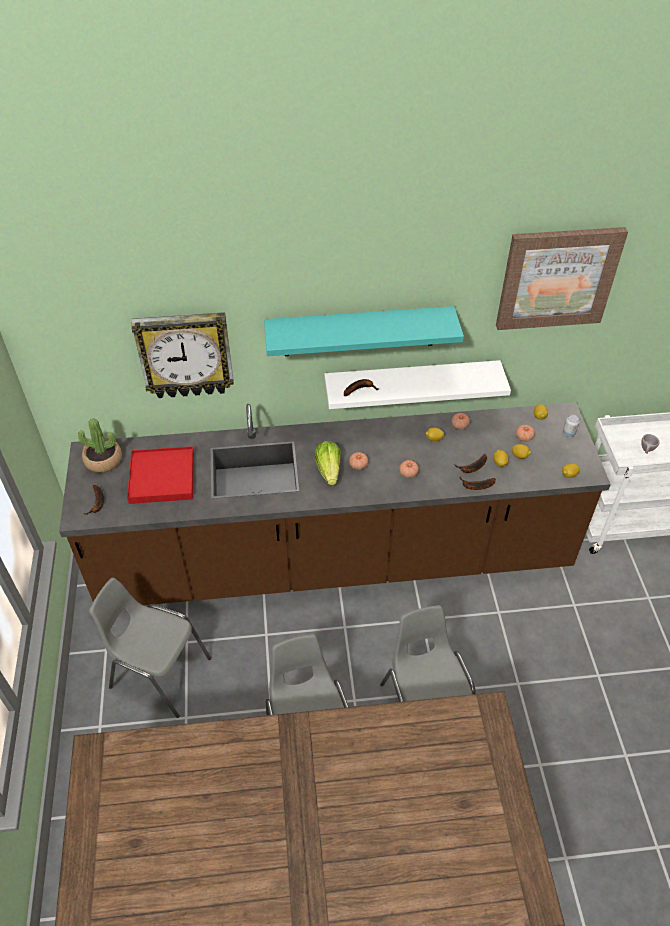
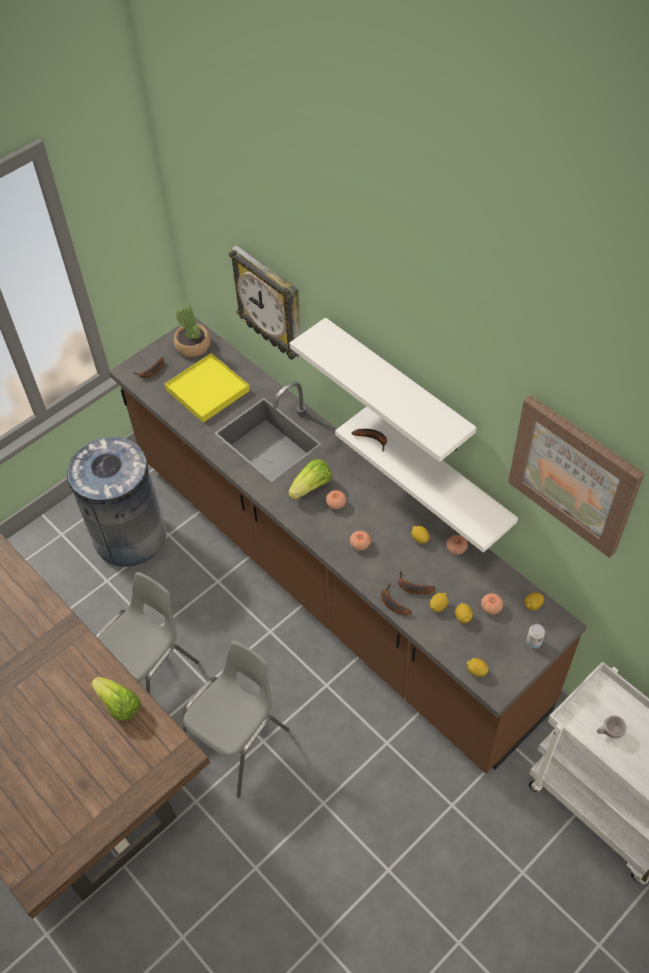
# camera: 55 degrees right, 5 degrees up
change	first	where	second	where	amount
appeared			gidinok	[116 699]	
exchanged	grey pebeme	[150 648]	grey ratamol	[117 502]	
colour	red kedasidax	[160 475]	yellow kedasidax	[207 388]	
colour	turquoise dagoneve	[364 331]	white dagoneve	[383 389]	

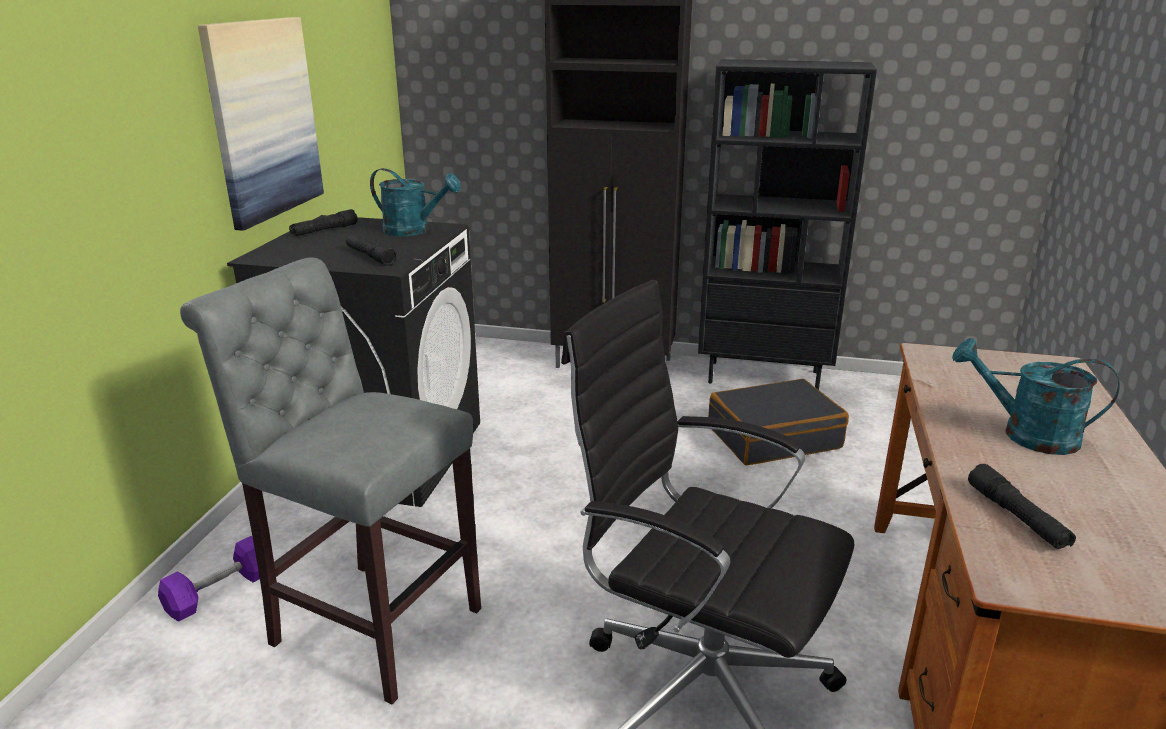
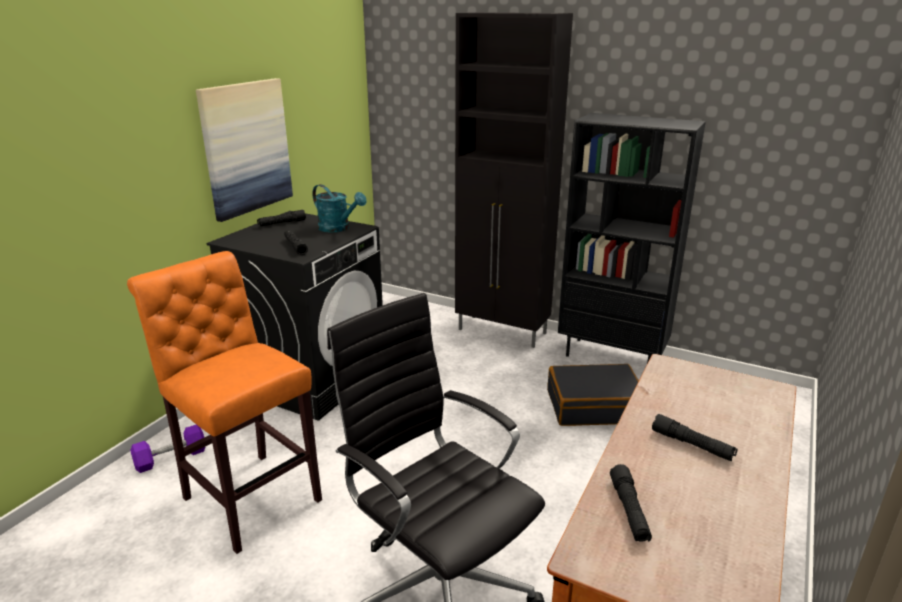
# camera: 15 degrees right, 0 degrees up
change	first	where	second	where	amount
exchanged	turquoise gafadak	[1036 396]	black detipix	[694 437]	
colour	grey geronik	[330 480]	orange geronik	[224 402]	

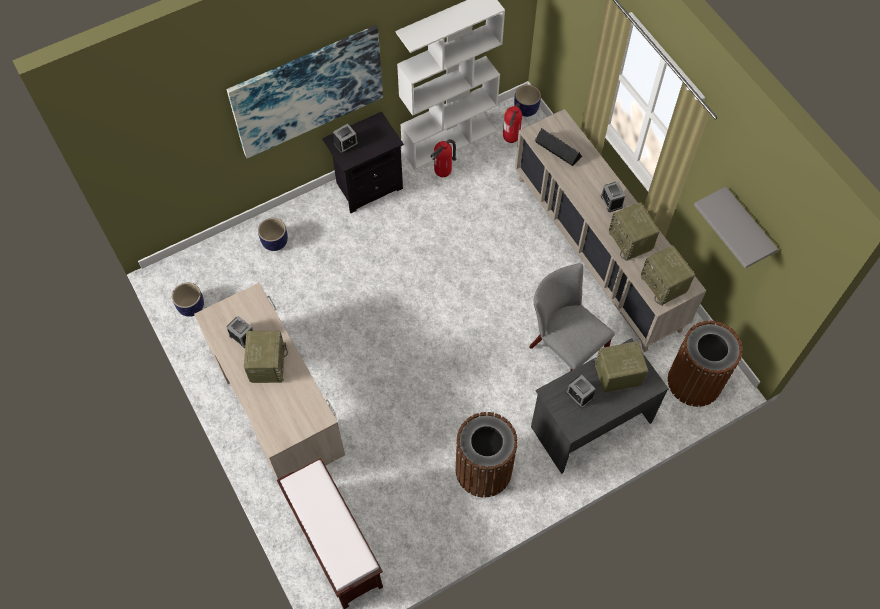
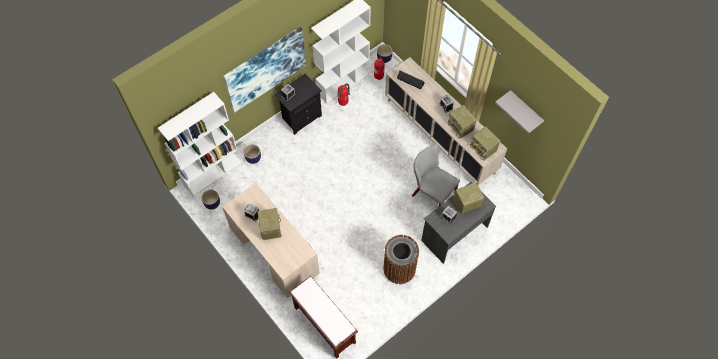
# camera: 10 degrees left, 0 degrees up
change	first	where	second	where	amount
missing	brown ratamol	[705 363]			
appeared			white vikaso	[199 144]	

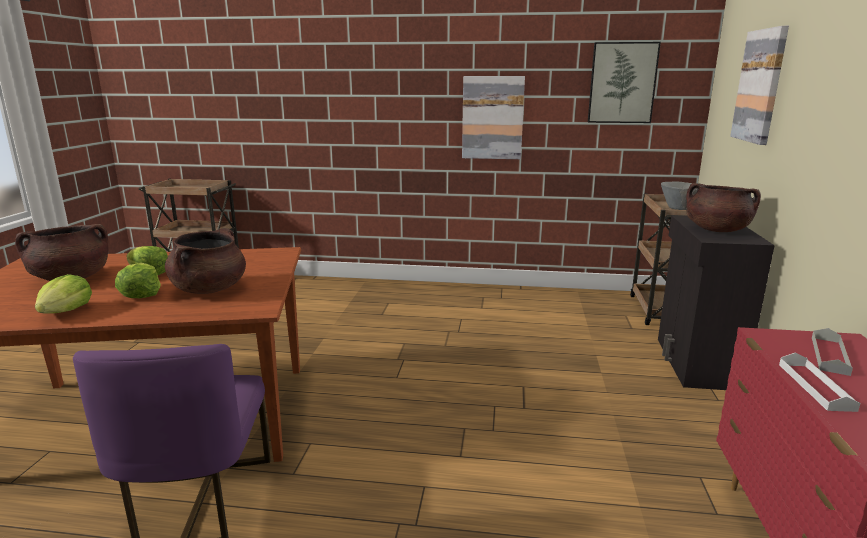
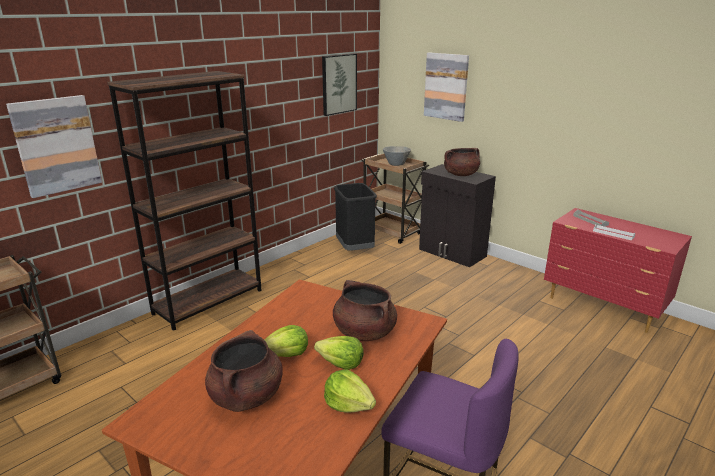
# camera: 55 degrees left, 5 degrees up
change	first	where	second	where	amount
appeared			brown vikaso	[184 201]	
appeared			black ratamol	[355 217]	
relocated	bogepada	[493 117]		[54 146]	

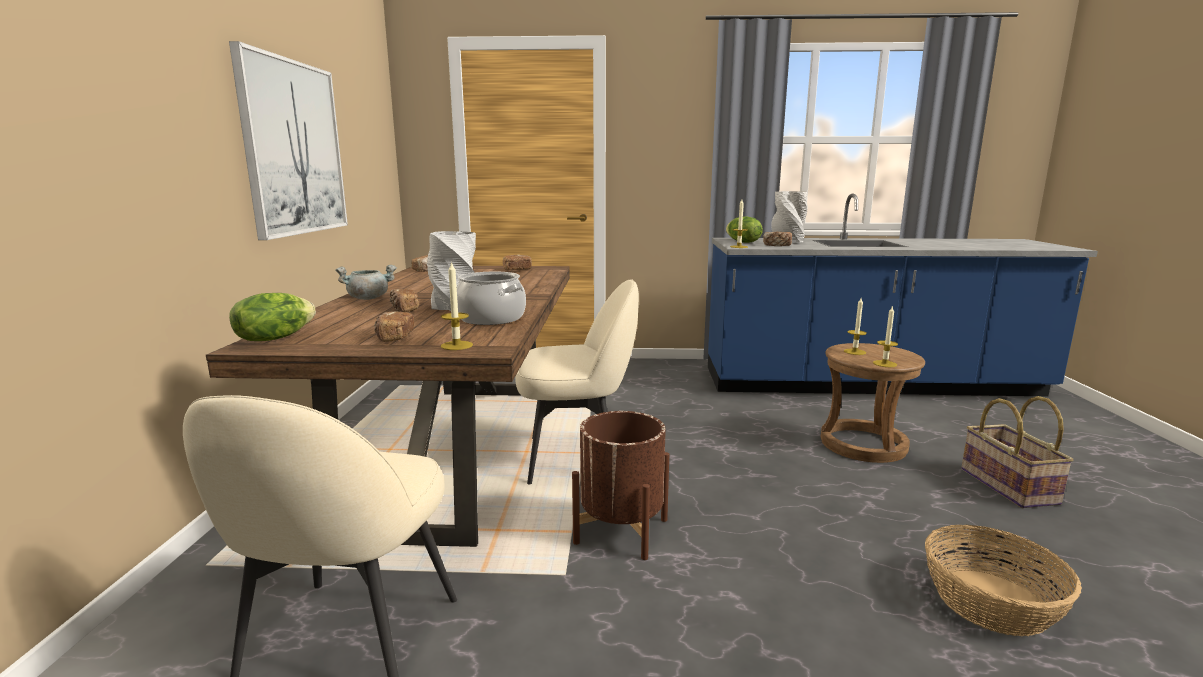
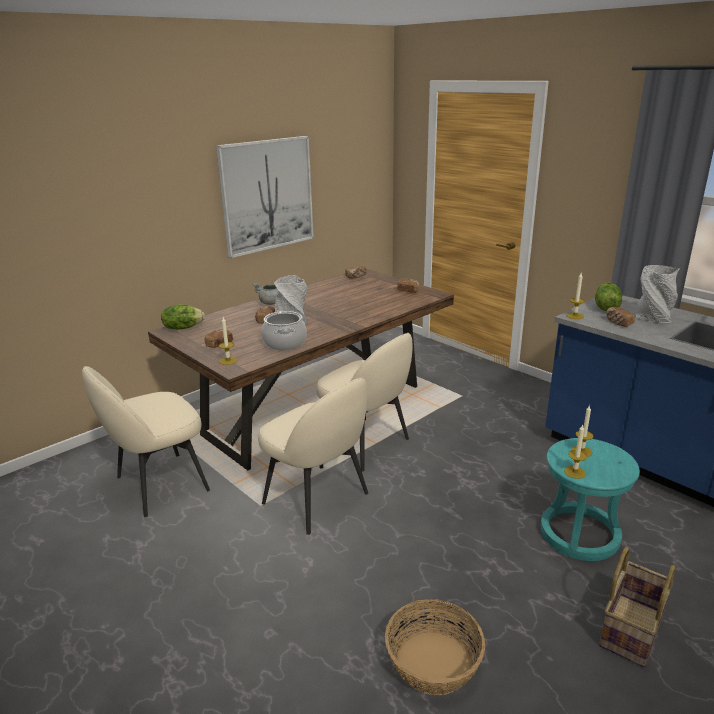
# camera: 45 degrees right, 10 degrees up
change	first	where	second	where	amount
exchanged	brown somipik	[620 485]	beige pebeme	[313 456]	
colour	brown geronik	[873 403]	turquoise geronik	[590 499]	

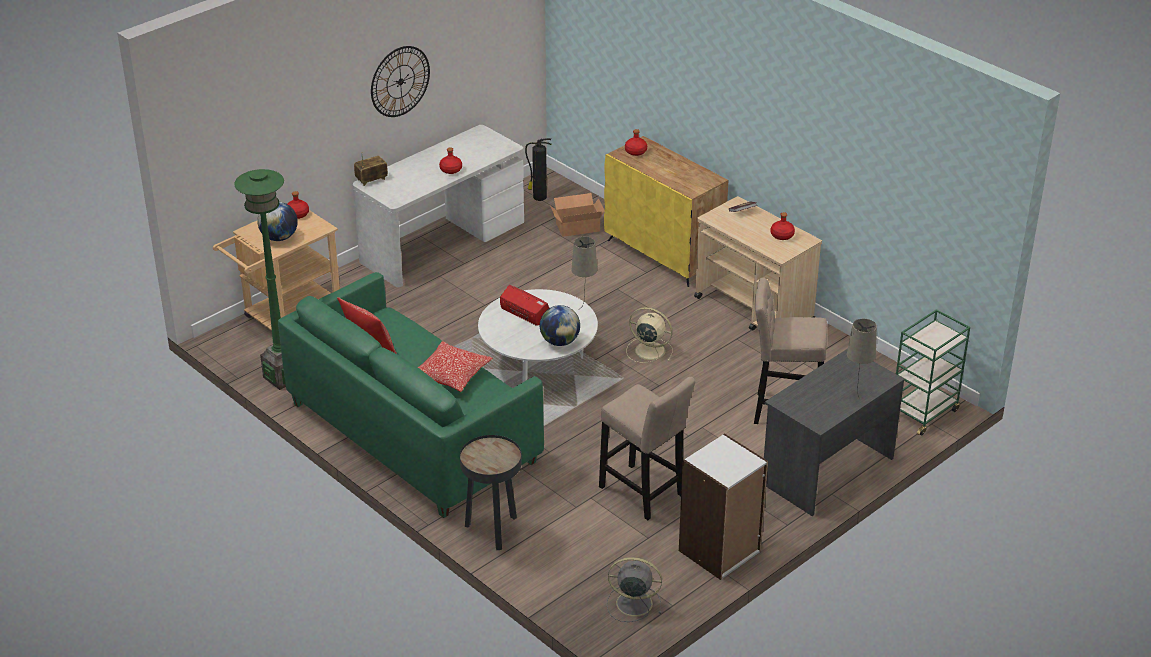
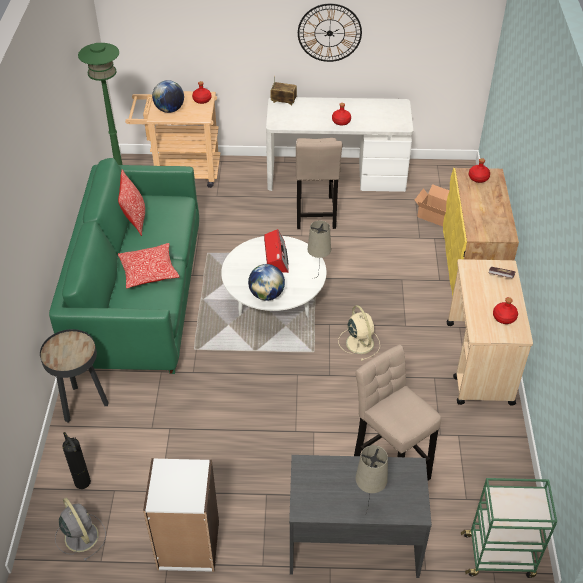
# camera: 45 degrees right, 10 degrees up
change	first	where	second	where	amount
relocated	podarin	[538 169]		[76 460]	
relocated	beige geronik	[647 448]		[319 183]	

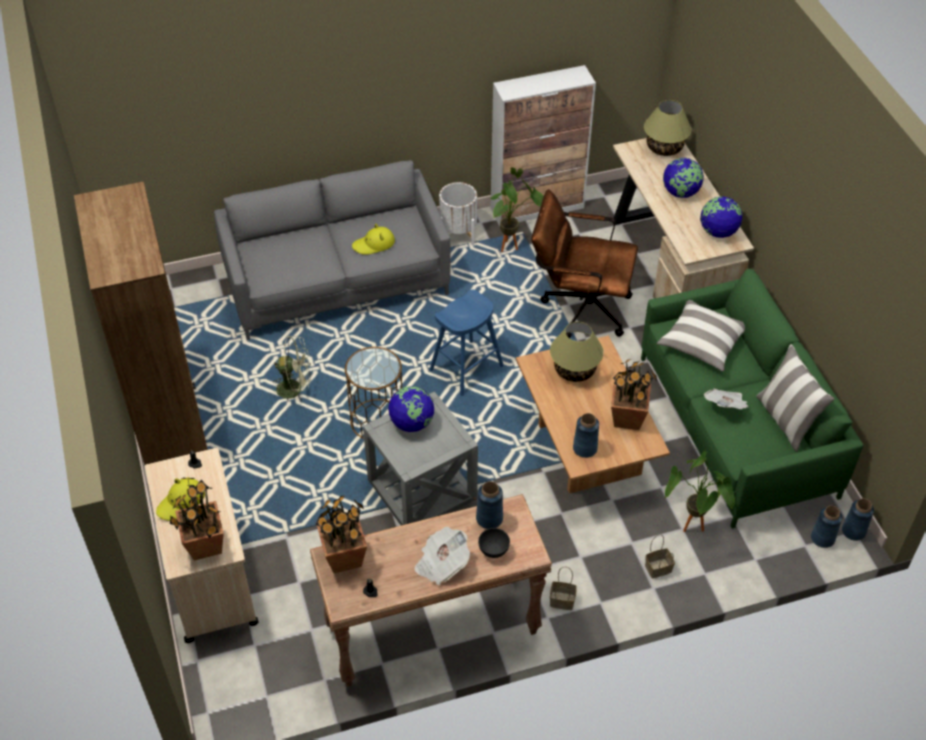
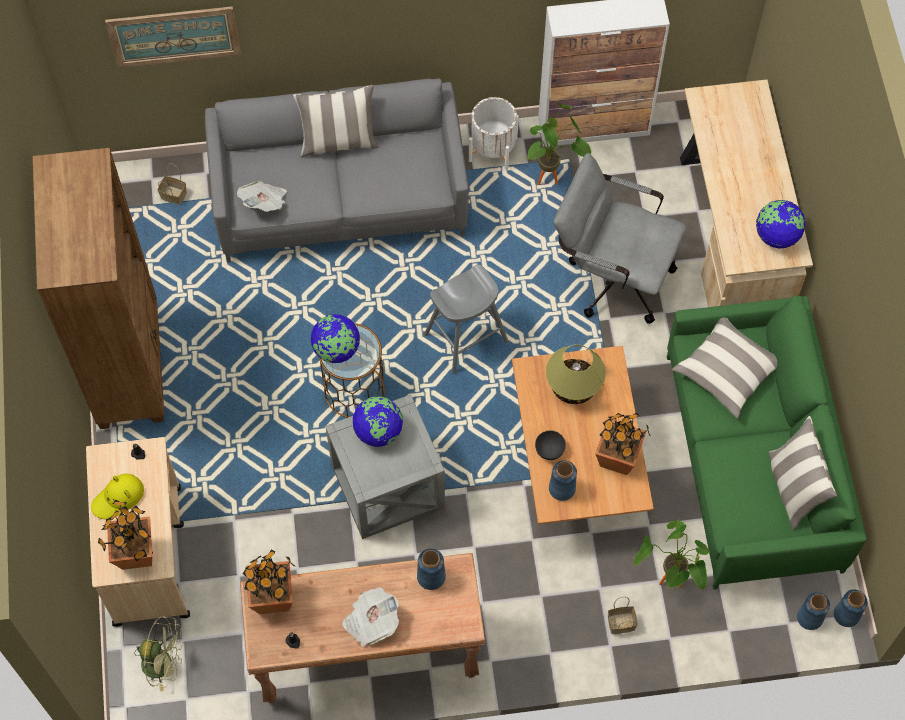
# camera: 10 degrees right, 15 degrees up
change	first	where	second	where	amount
missing	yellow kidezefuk	[373 239]			
missing	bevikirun	[667 128]			
appeared			bogepada	[173 37]	
appeared			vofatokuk	[336 121]	
relocated	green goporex	[292 368]		[159 653]	
relocated	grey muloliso	[494 543]		[550 445]	
relocated	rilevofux	[563 588]		[172 184]	
relocated	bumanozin	[683 178]		[335 338]	
relocated	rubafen	[726 398]		[262 196]	
colour	blue geronik	[467 342]	grey geronik	[466 319]	
colour	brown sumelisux	[584 263]	grey sumelisux	[619 238]	

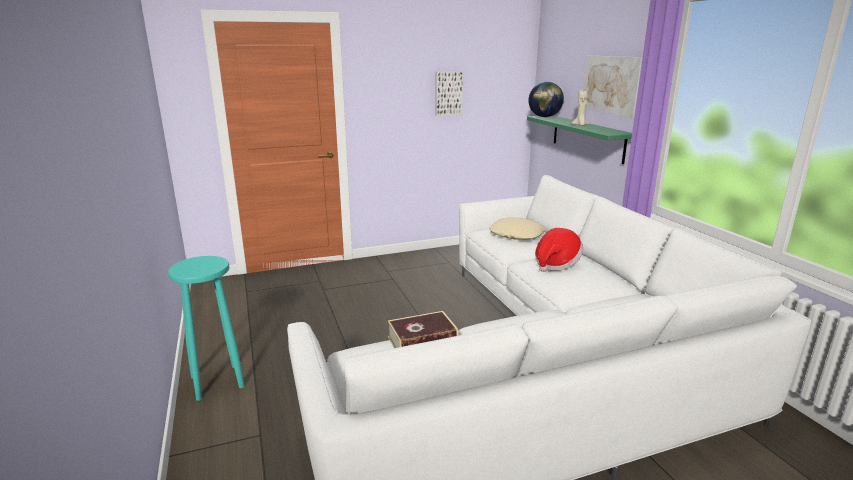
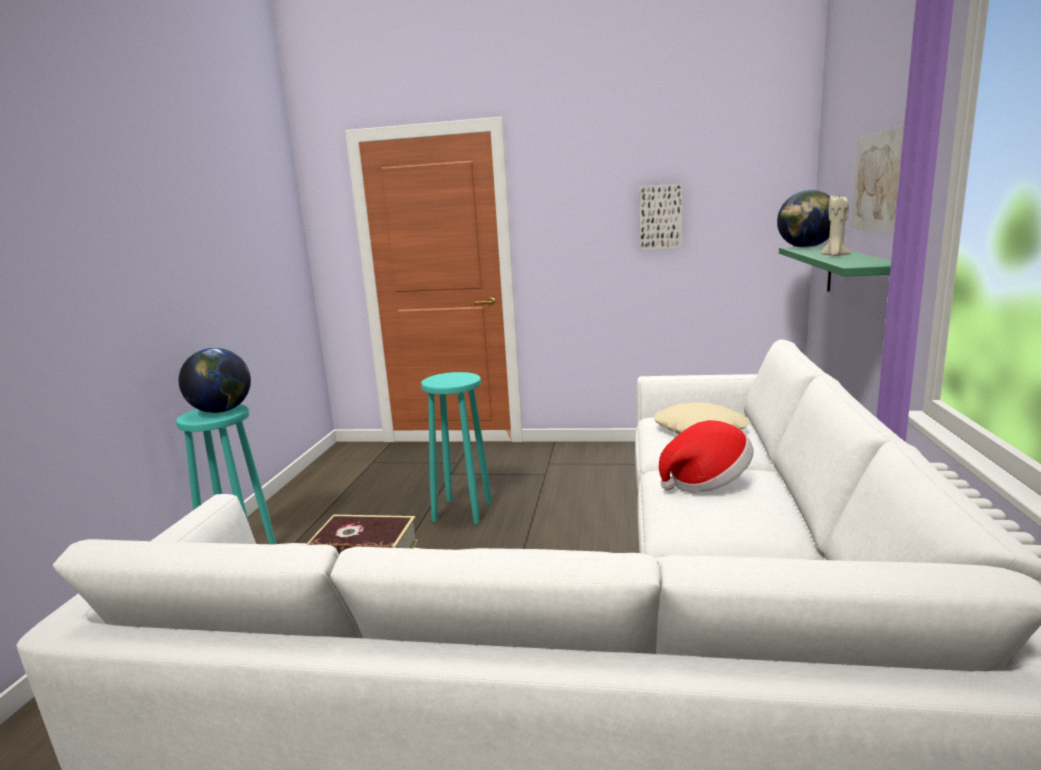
# camera: 30 degrees right, 5 degrees down
change	first	where	second	where	amount
appeared			bumanozin	[215 380]	
appeared			turquoise geronik	[456 448]	

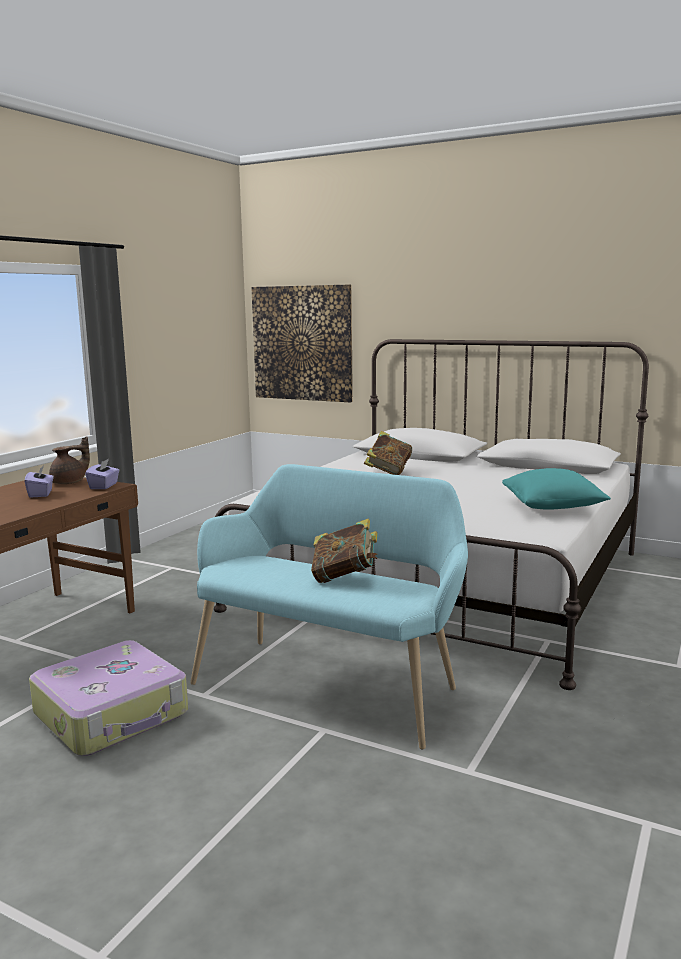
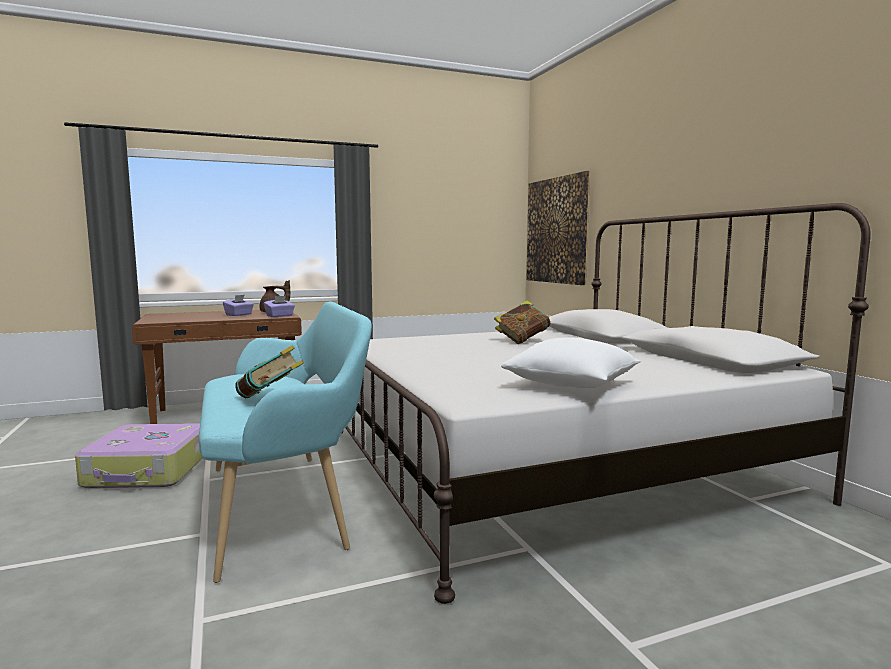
# camera: 40 degrees right, 5 degrees down
change	first	where	second	where	amount
colour	turquoise vofatokuk	[556 489]	white vofatokuk	[571 362]	

